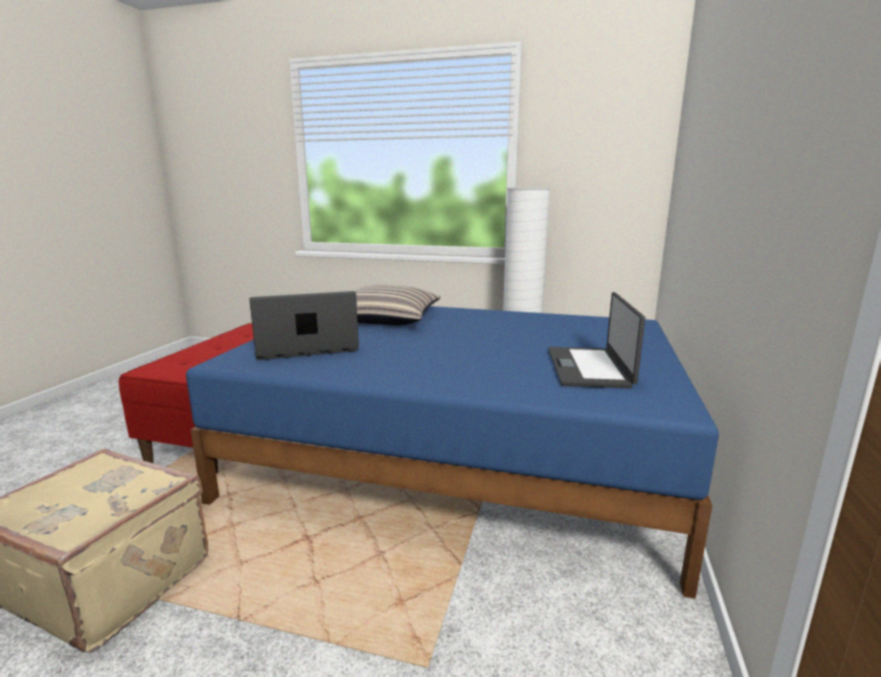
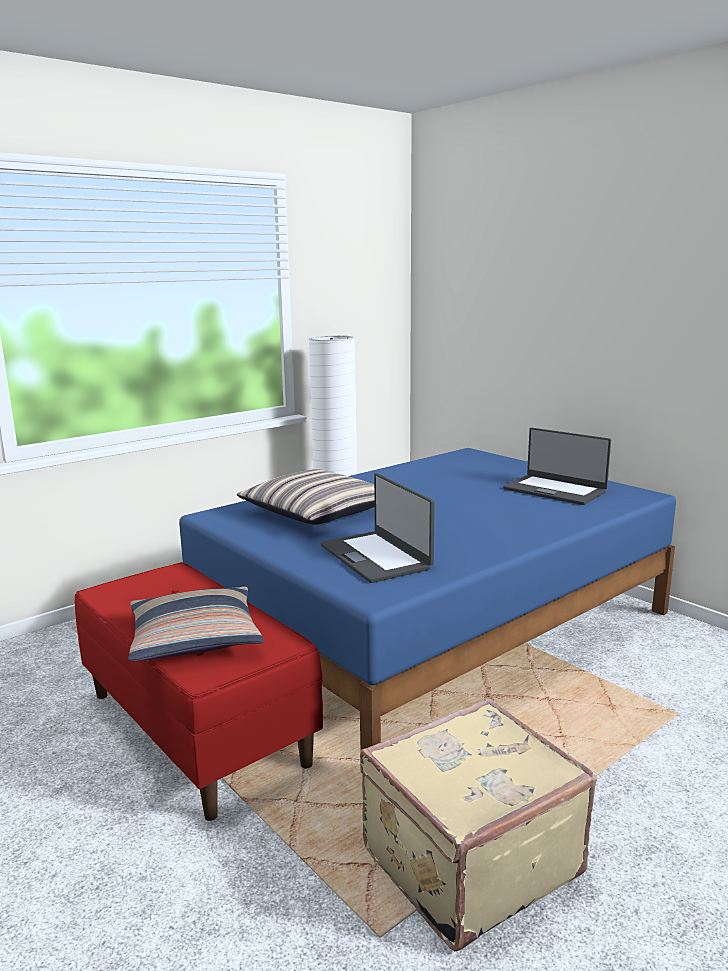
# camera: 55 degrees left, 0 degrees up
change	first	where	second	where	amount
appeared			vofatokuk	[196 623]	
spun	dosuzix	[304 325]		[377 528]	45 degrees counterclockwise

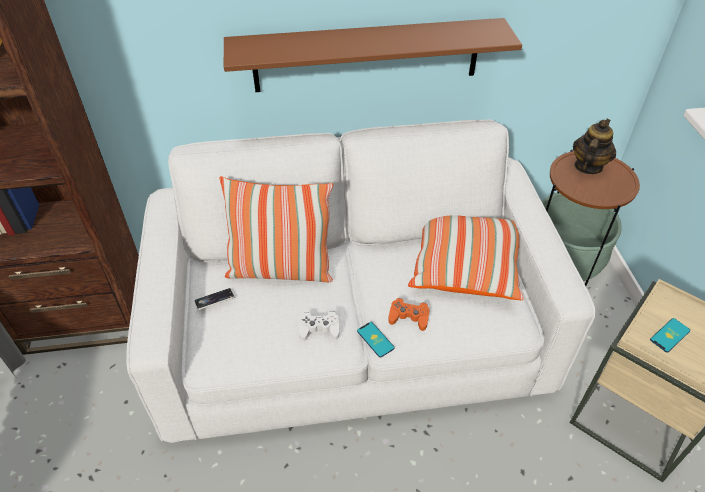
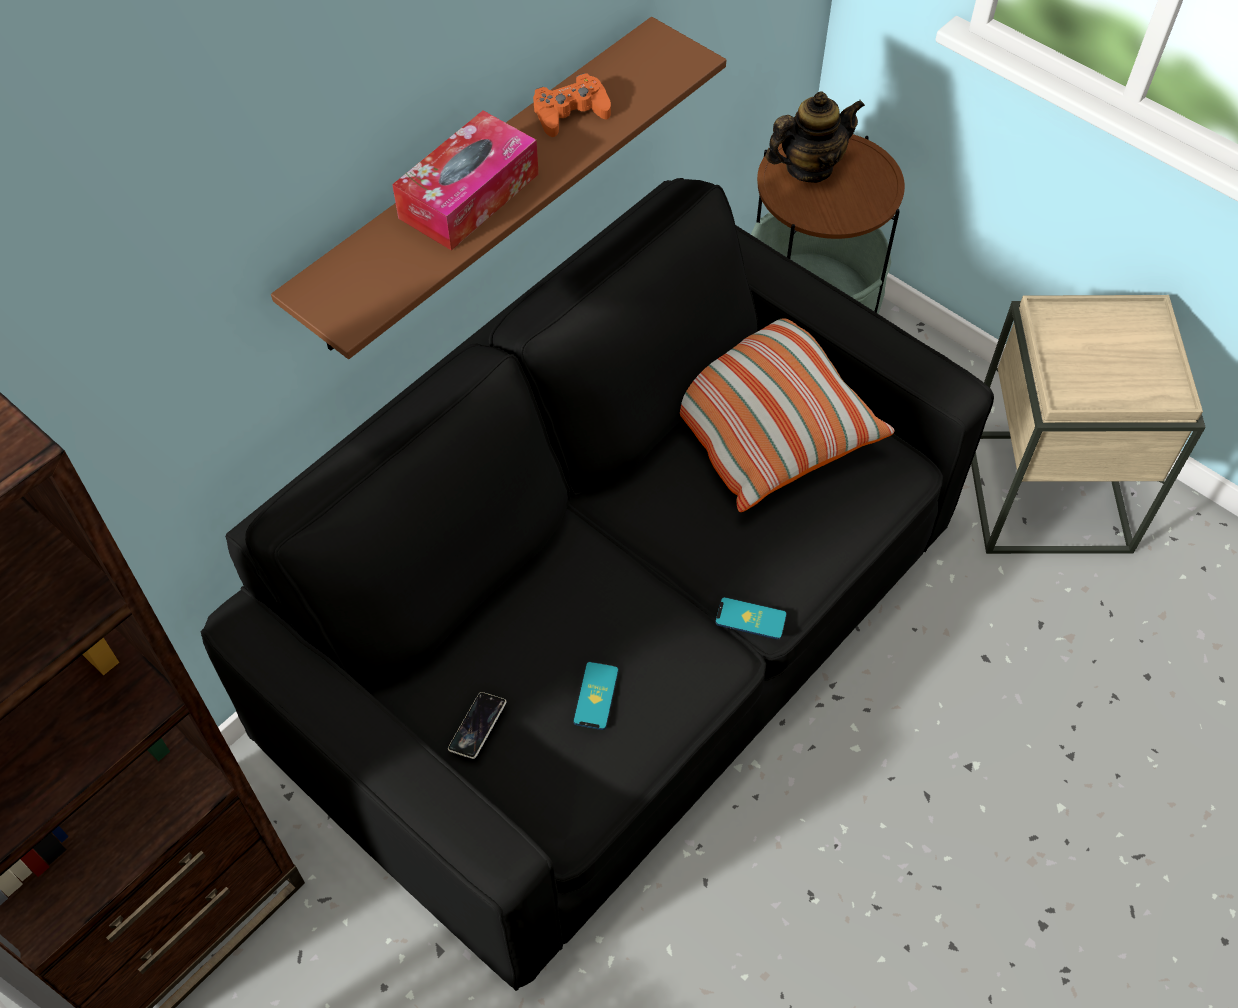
# camera: 40 degrees left, 10 degrees up
change	first	where	second	where	amount
missing	vofatokuk	[276 229]			
missing	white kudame	[319 326]			
appeared			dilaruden	[465 180]	
relocated	orange kudame	[409 314]		[572 105]	
relocated	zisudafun	[670 335]		[596 696]	
colour	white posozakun	[361 281]	black posozakun	[597 584]	
spun	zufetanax	[594 146]		[815 137]	75 degrees clockwise

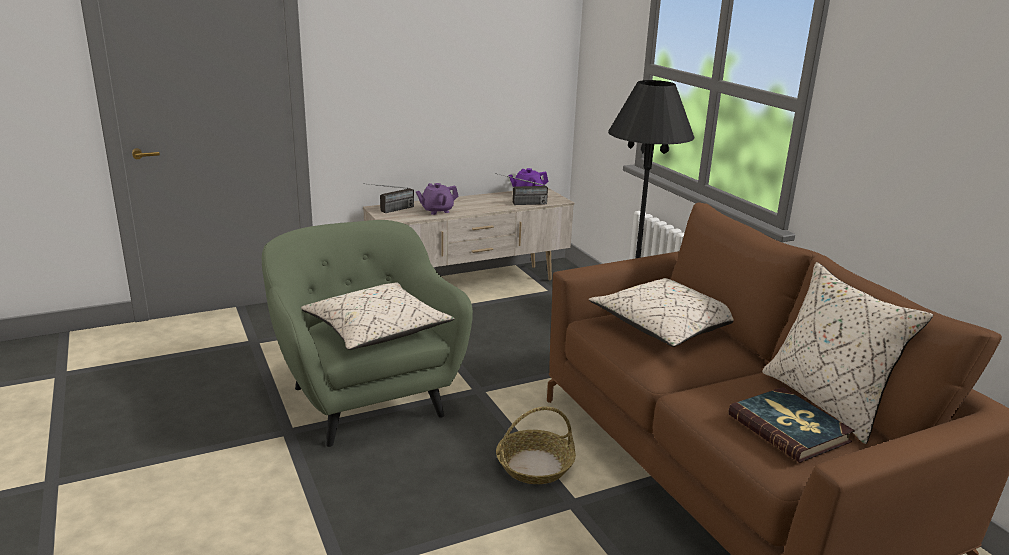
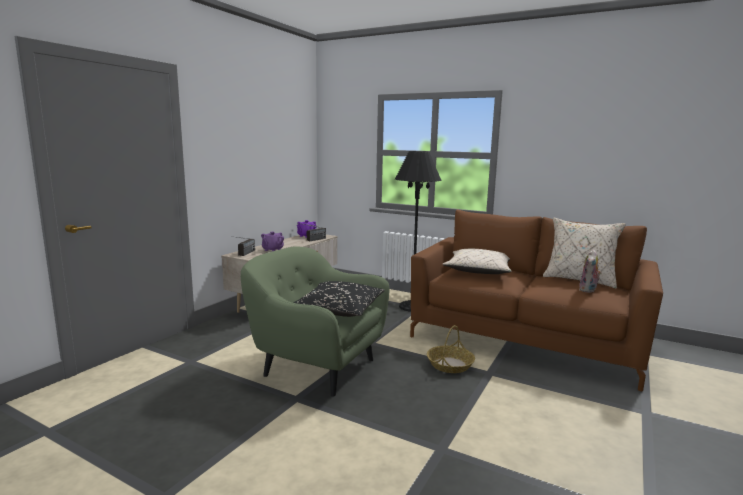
# camera: 35 degrees left, 10 degrees down
change	first	where	second	where	amount
exchanged	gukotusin	[792 425]	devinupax	[590 271]	
colour	beige vofatokuk	[378 316]	black vofatokuk	[339 299]	

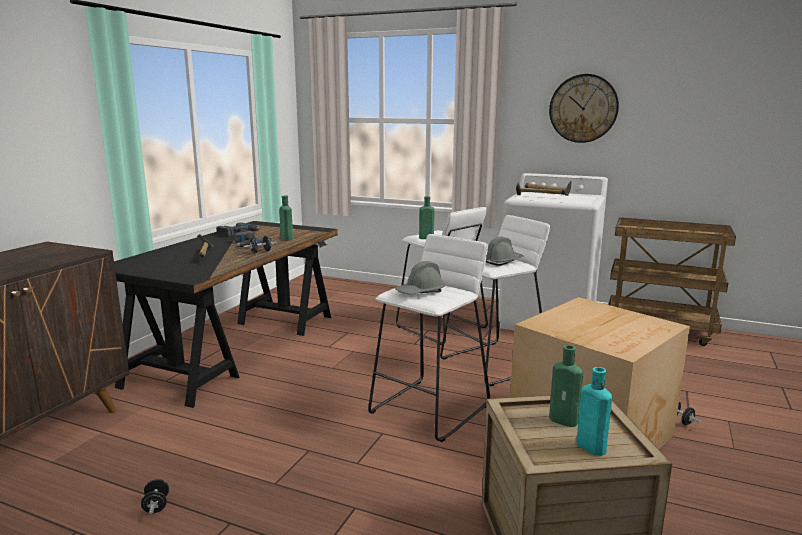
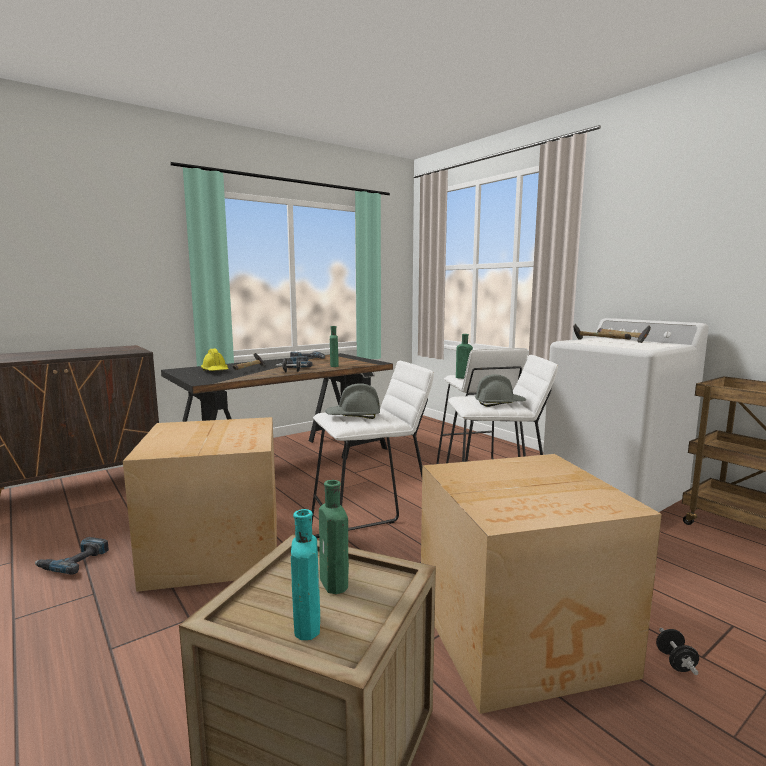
# camera: 30 degrees right, 5 degrees down
change	first	where	second	where	amount
missing	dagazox	[584 108]			
appeared			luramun	[200 504]	
appeared			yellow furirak	[214 360]	
exchanged	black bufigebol	[155 496]	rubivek	[72 556]	

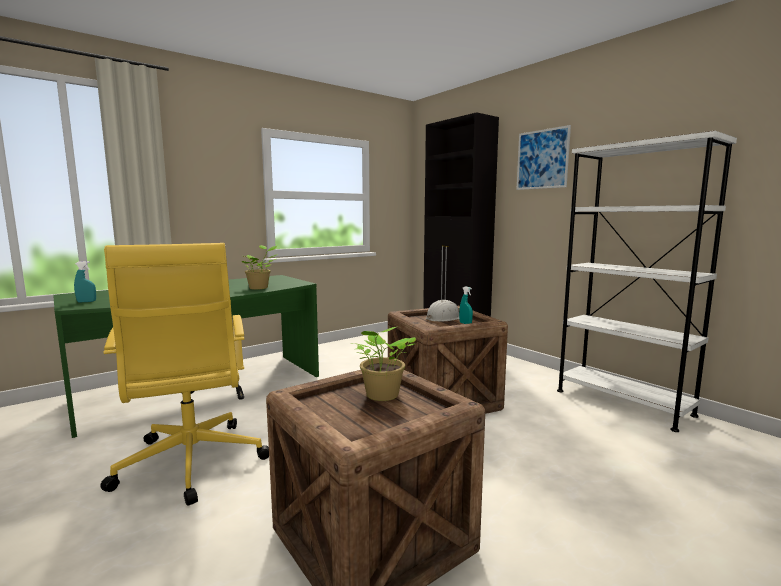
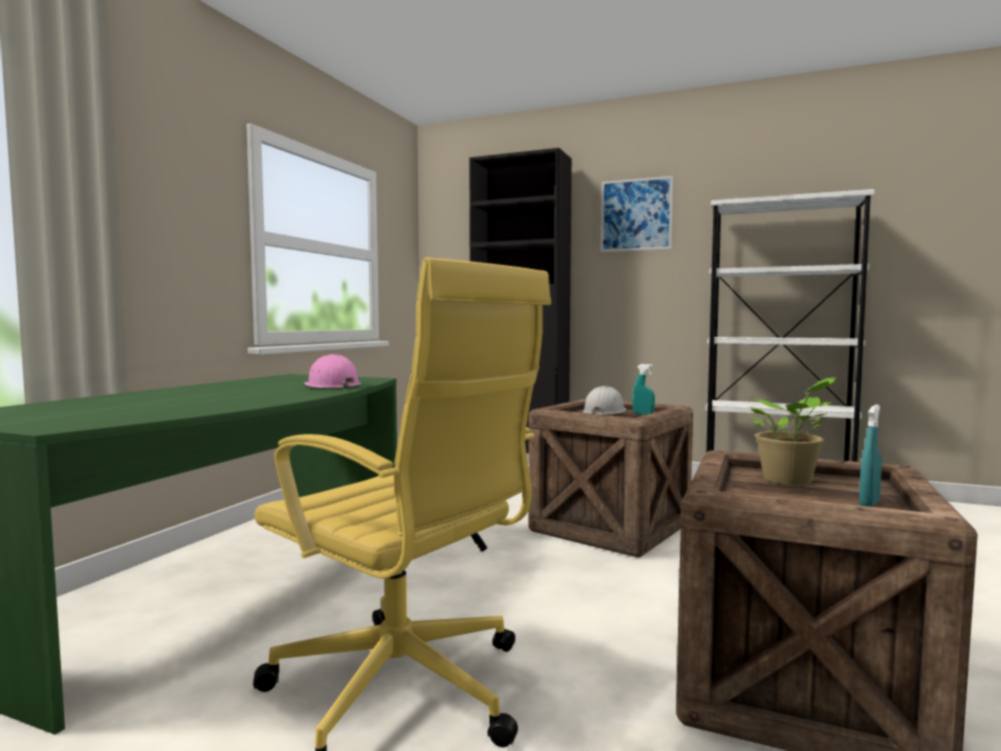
# camera: 30 degrees left, 5 degrees down
change	first	where	second	where	amount
relocated	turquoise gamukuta	[85 282]		[870 456]	
exchanged	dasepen	[260 267]	pink furirak	[333 371]	

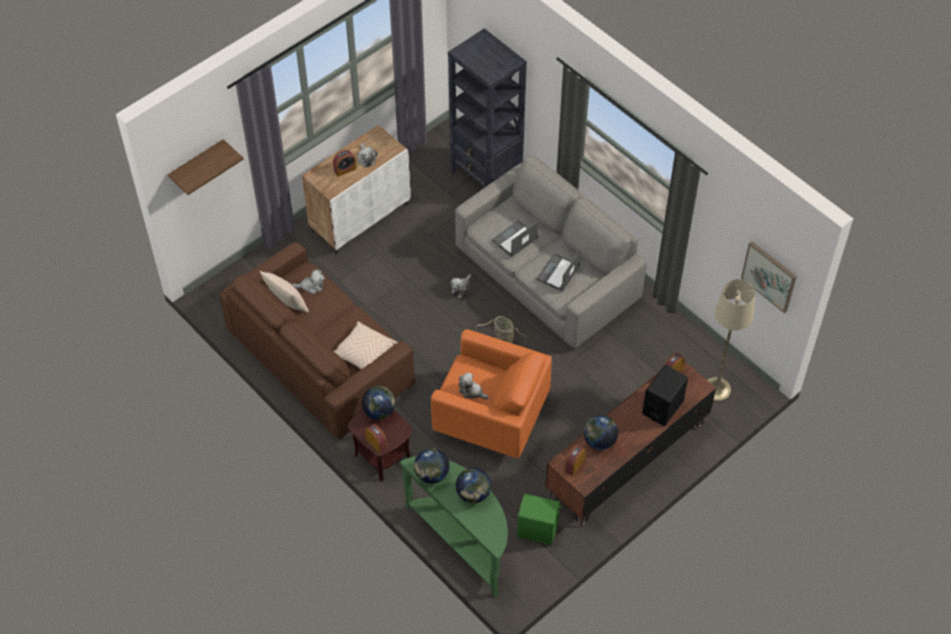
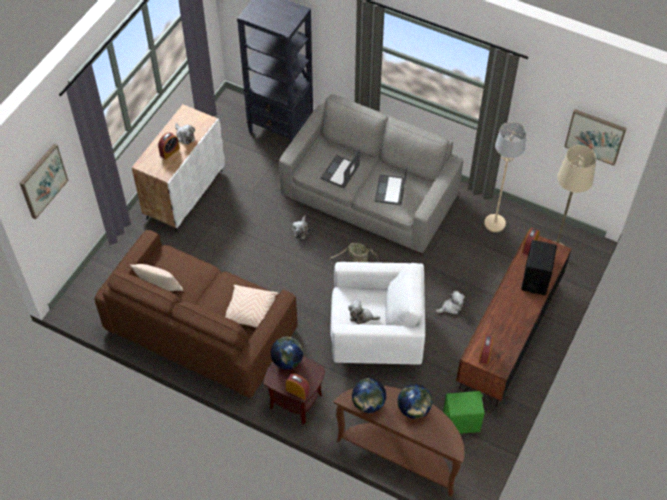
# camera: 20 degrees left, 0 degrees up
change	first	where	second	where	amount
missing	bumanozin	[601 432]			
appeared			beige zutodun	[505 177]	
relocated	devinupax	[309 281]		[450 302]	
exchanged	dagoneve	[206 167]	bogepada	[44 181]	
colour	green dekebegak	[453 526]	brown dekebegak	[399 441]	
colour	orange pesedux	[491 393]	white pesedux	[377 313]	

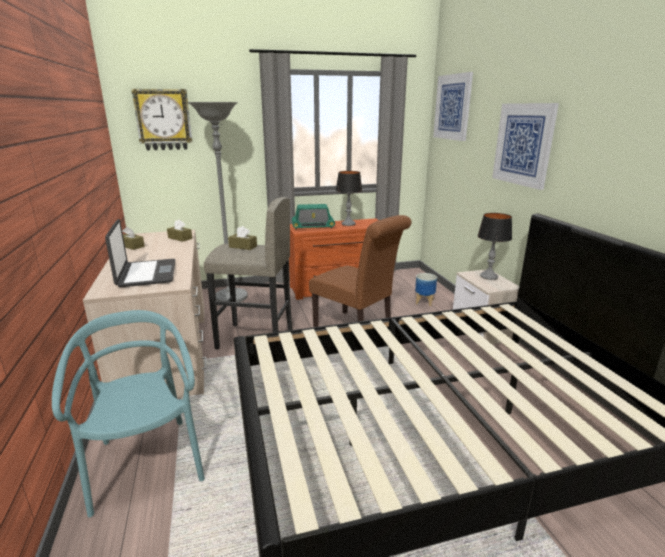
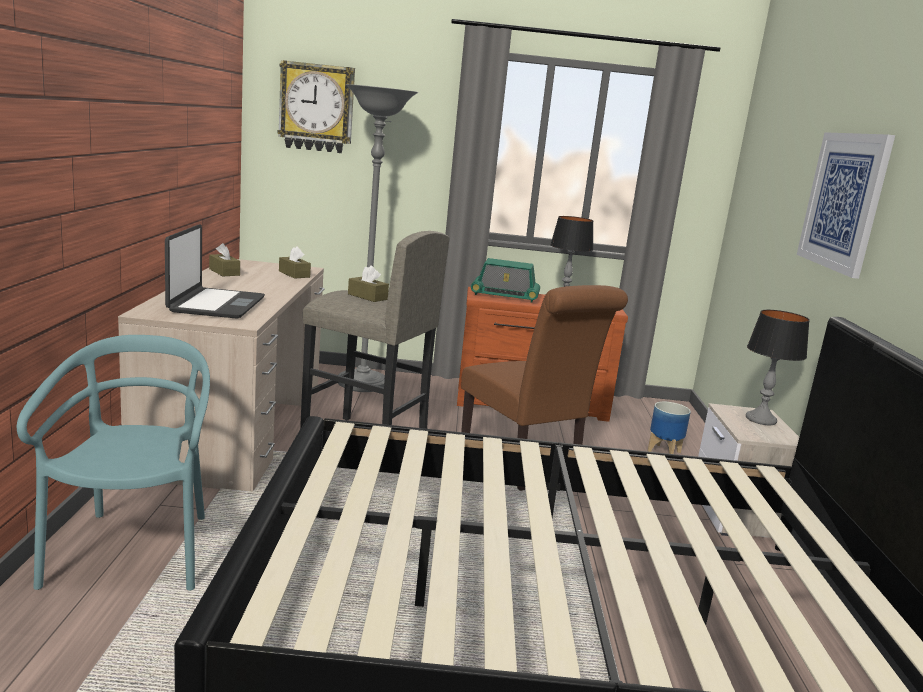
# camera: 15 degrees right, 5 degrees down
change	first	where	second	where	amount
missing	bogepada	[453 106]			

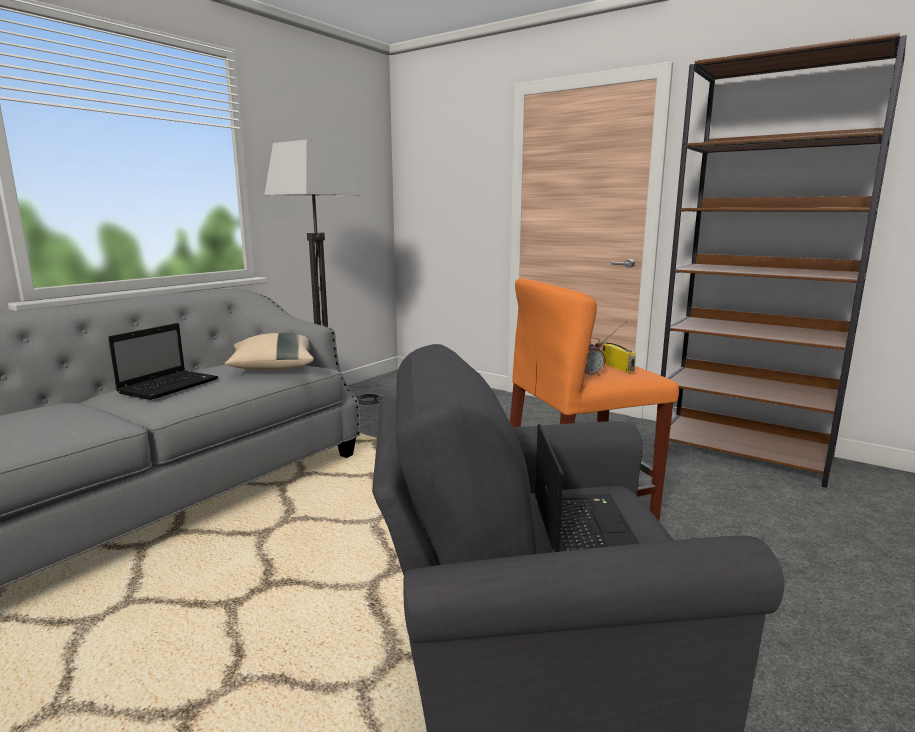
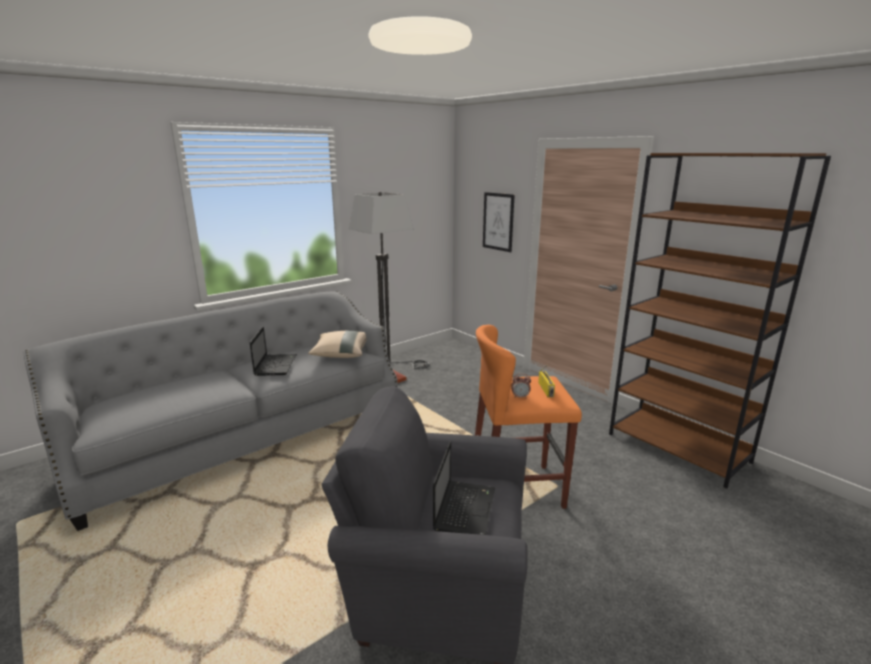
# camera: 15 degrees right, 5 degrees up
change	first	where	second	where	amount
appeared			bogepada	[499 222]	
spun	dosuzix	[163 361]		[273 351]	45 degrees counterclockwise

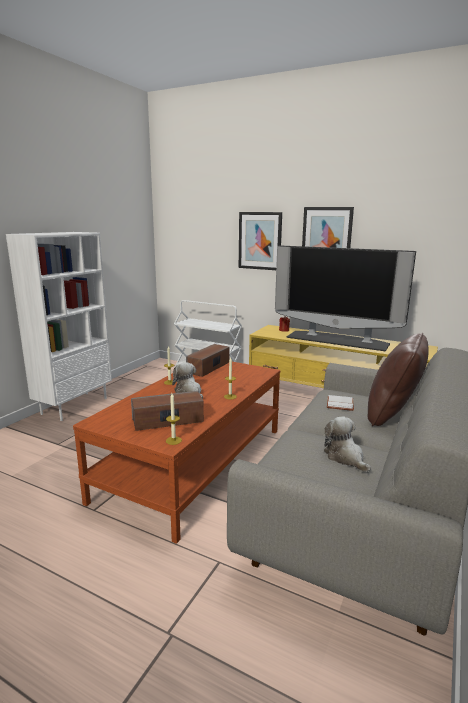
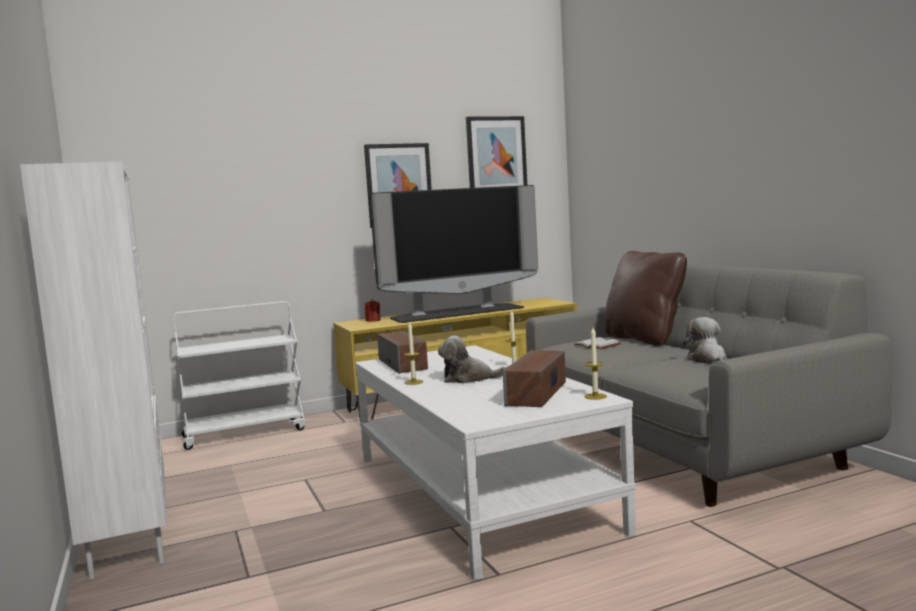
# camera: 50 degrees left, 10 degrees down
change	first	where	second	where	amount
relocated	bogepada	[260 241]		[496 152]	
colour	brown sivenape	[176 453]	white sivenape	[495 462]	
spun	devinupax	[347 444]		[704 340]	75 degrees clockwise

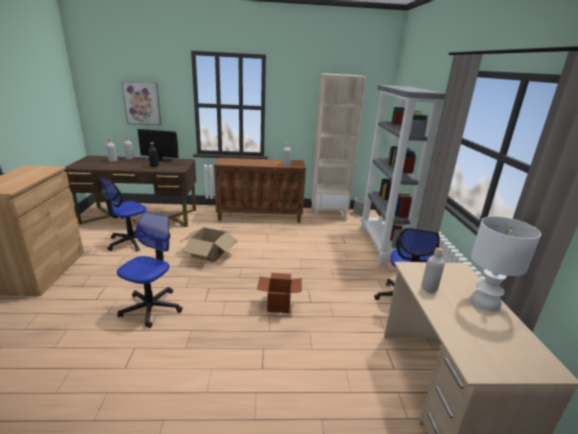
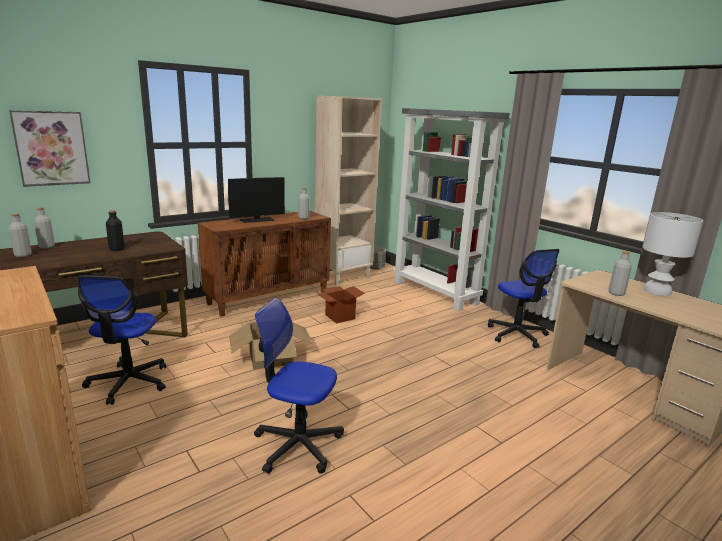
# camera: 35 degrees left, 5 degrees down
change	first	where	second	where	amount
relocated	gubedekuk	[157 145]		[256 200]	
relocated	luramun	[279 293]		[340 305]	
spun	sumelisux	[150 270]		[299 386]	60 degrees counterclockwise

